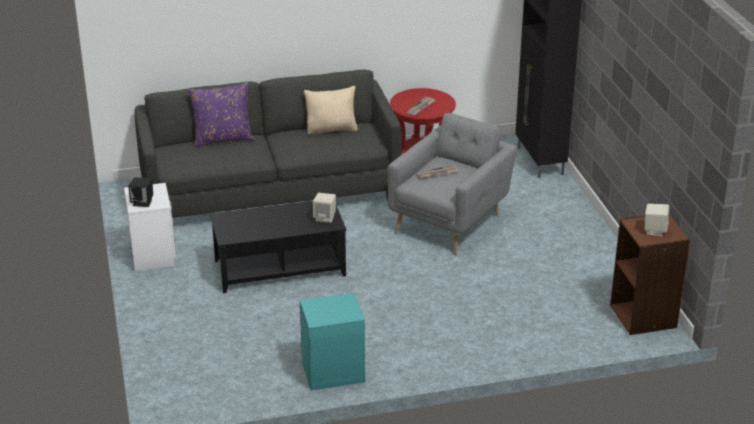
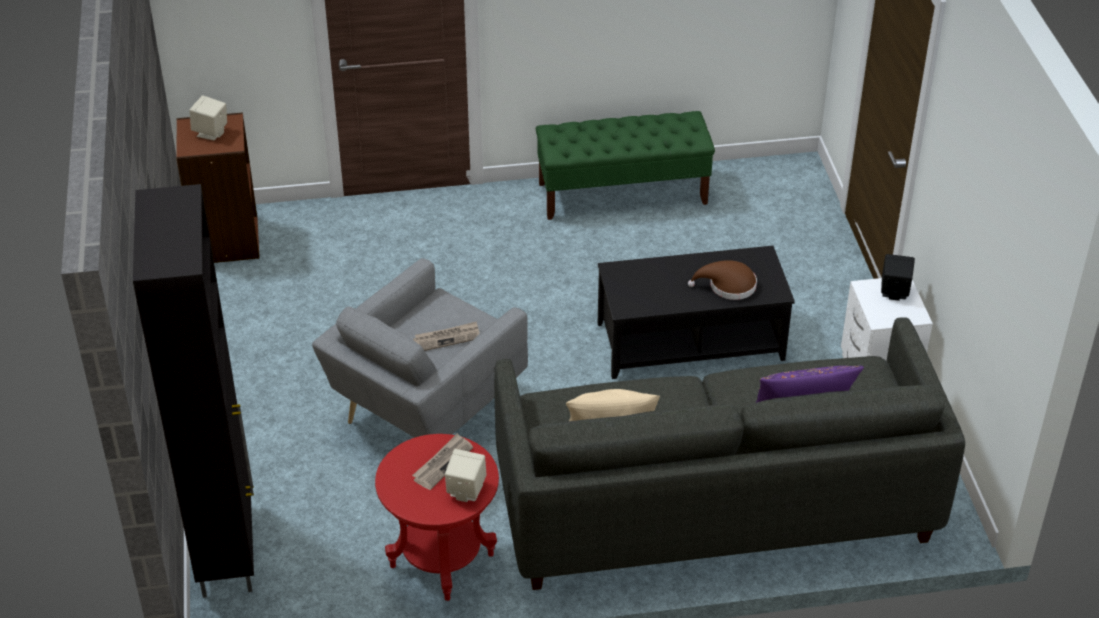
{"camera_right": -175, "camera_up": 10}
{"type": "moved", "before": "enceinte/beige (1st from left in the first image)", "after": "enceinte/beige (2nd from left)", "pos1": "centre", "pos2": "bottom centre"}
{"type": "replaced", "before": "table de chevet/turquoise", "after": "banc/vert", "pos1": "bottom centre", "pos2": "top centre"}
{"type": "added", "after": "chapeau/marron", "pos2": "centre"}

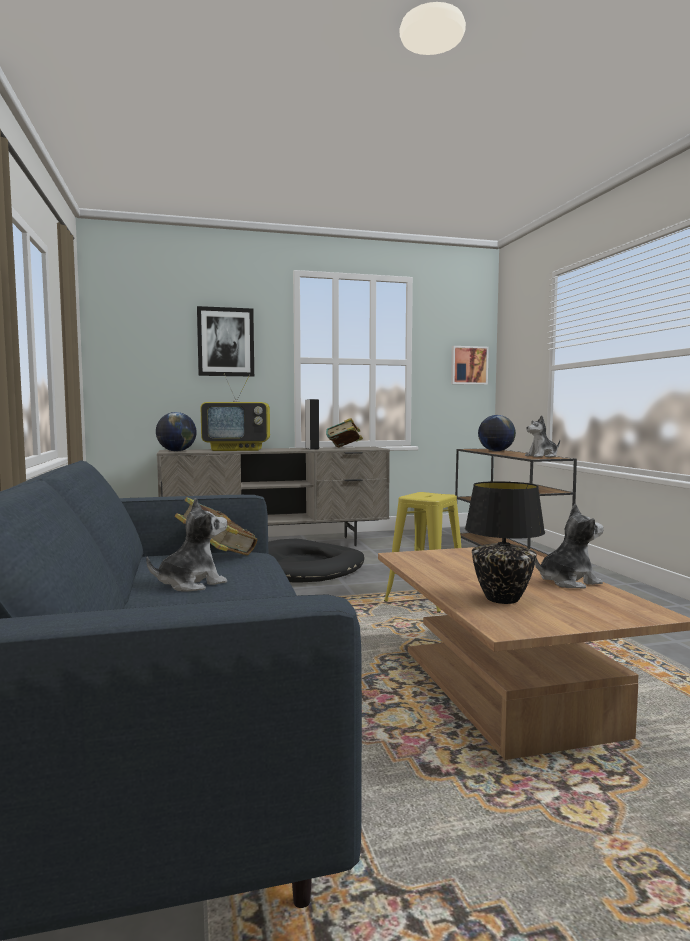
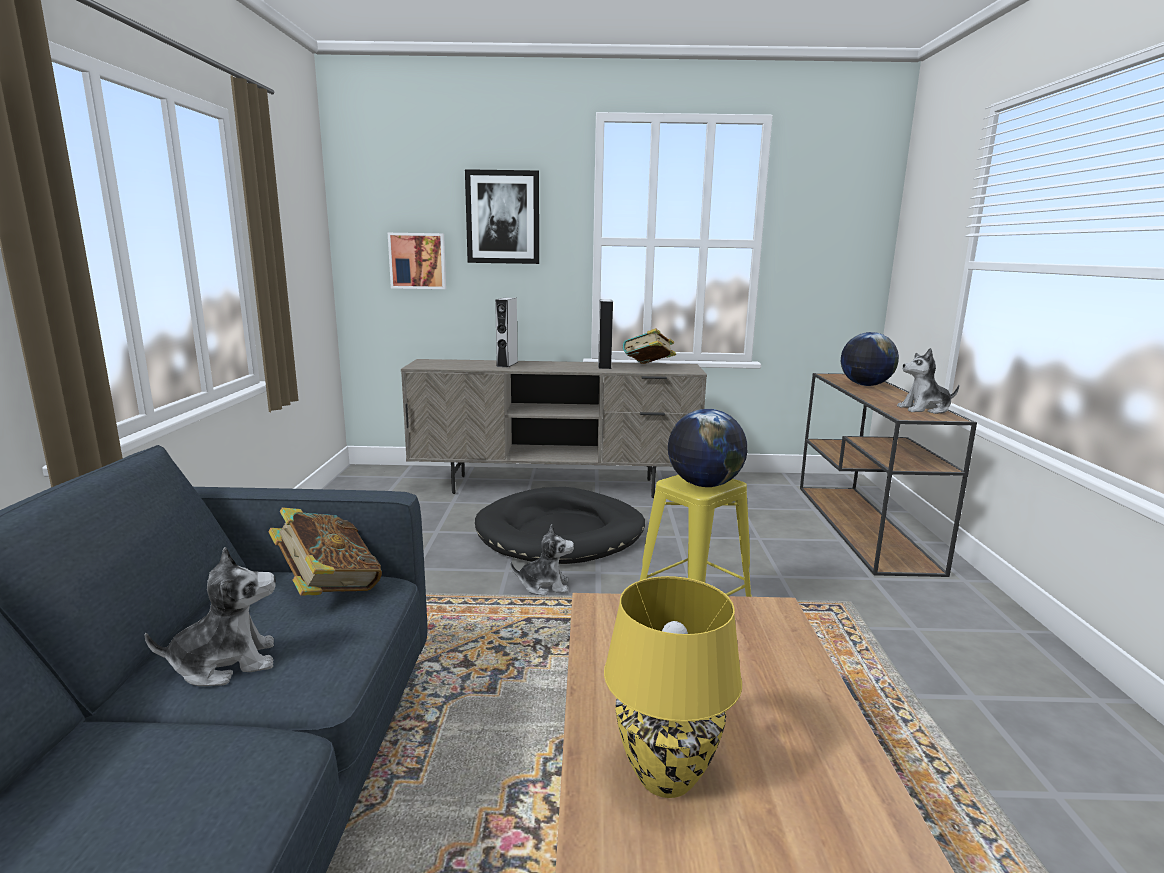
{"camera_right": 15, "camera_up": 10}
{"type": "moved", "before": "tableau (2nd from left in the first image)", "after": "tableau (1st from left)", "pos1": "middle right", "pos2": "top centre"}
{"type": "replaced", "before": "téléviseur", "after": "enceinte/gris (1st from left)", "pos1": "centre", "pos2": "centre"}
{"type": "moved", "before": "peluche (3rd from left in the first image)", "after": "peluche (2nd from left)", "pos1": "middle right", "pos2": "centre"}
{"type": "recoloured", "before": "lampe de table/noir", "after": "lampe de table/jaune", "pos1": "middle right", "pos2": "bottom centre"}
{"type": "moved", "before": "globe (1st from left)", "pos1": "middle left", "pos2": "centre"}

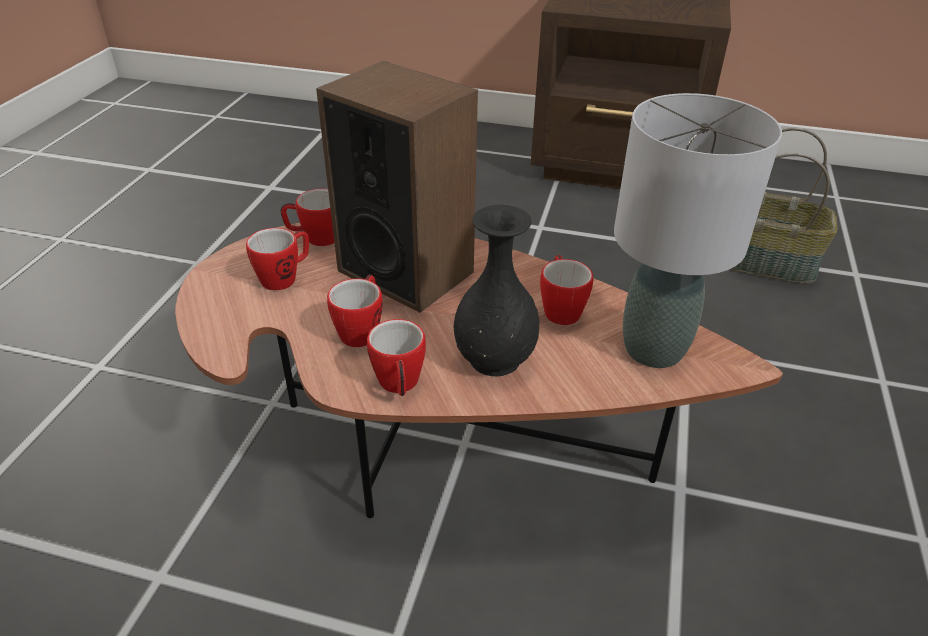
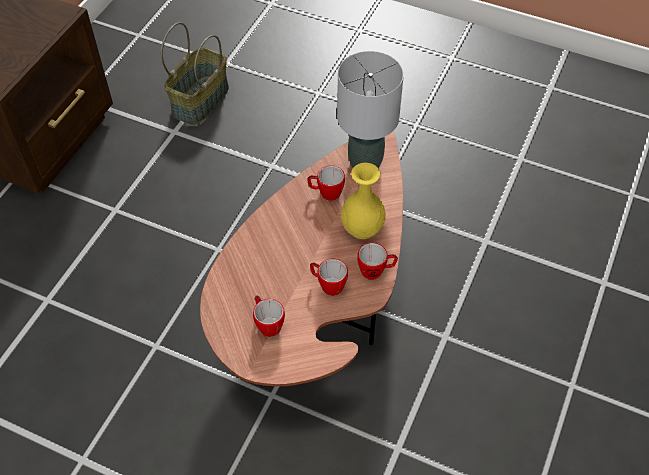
{"camera_right": -80, "camera_up": 15}
{"type": "recoloured", "before": "vase/noir", "after": "vase/jaune", "pos1": "centre", "pos2": "centre"}
{"type": "removed", "before": "mug (2nd from left)", "pos1": "middle left"}
{"type": "removed", "before": "enceinte", "pos1": "top centre"}

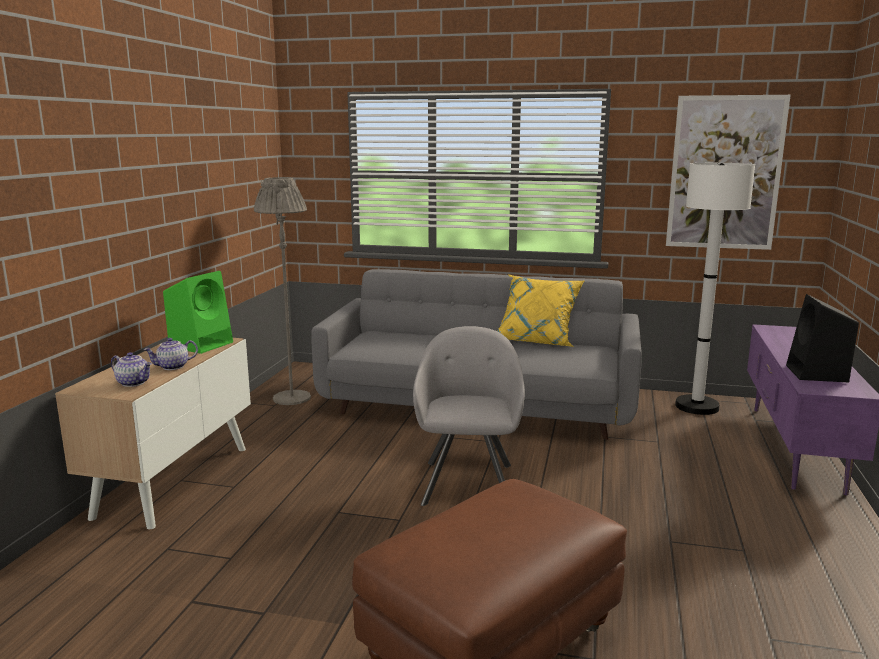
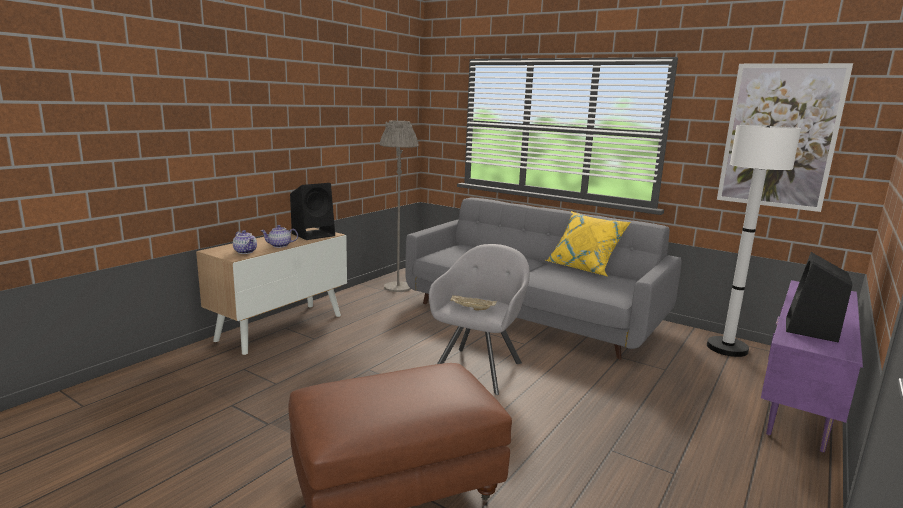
{"camera_right": 20, "camera_up": 0}
{"type": "recoloured", "before": "enceinte/vert", "after": "enceinte/noir (1st from left)", "pos1": "middle left", "pos2": "centre"}
{"type": "added", "after": "plateau/beige", "pos2": "centre"}

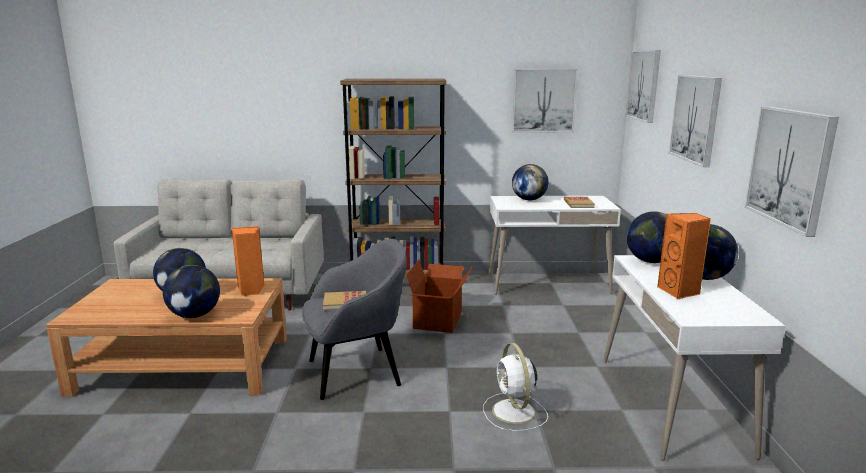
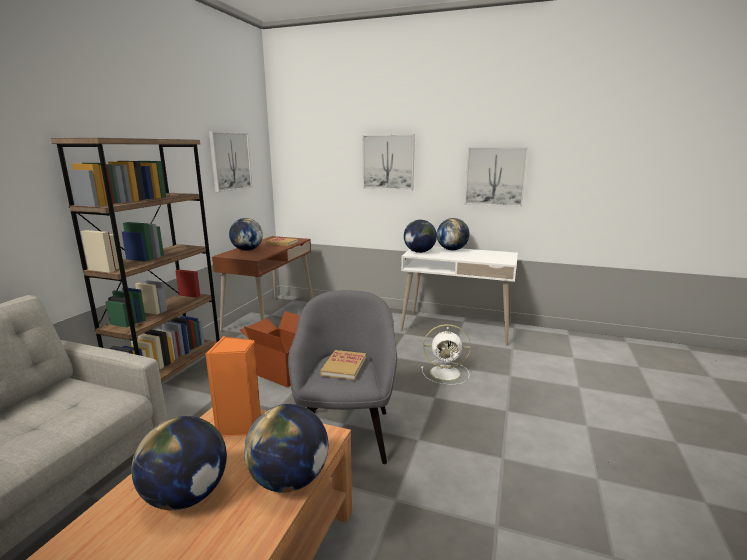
{"camera_right": -70, "camera_up": 0}
{"type": "recoloured", "before": "bureau/blanc (1st from left)", "after": "bureau/marron", "pos1": "centre", "pos2": "centre"}
{"type": "removed", "before": "tableau (2nd from left)", "pos1": "top right"}
{"type": "removed", "before": "enceinte/orange (2nd from left)", "pos1": "middle right"}

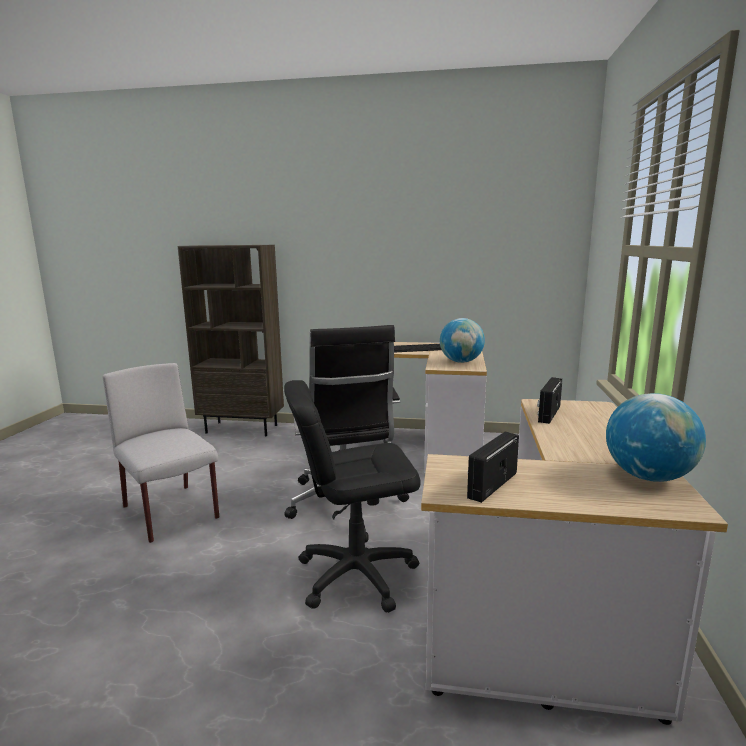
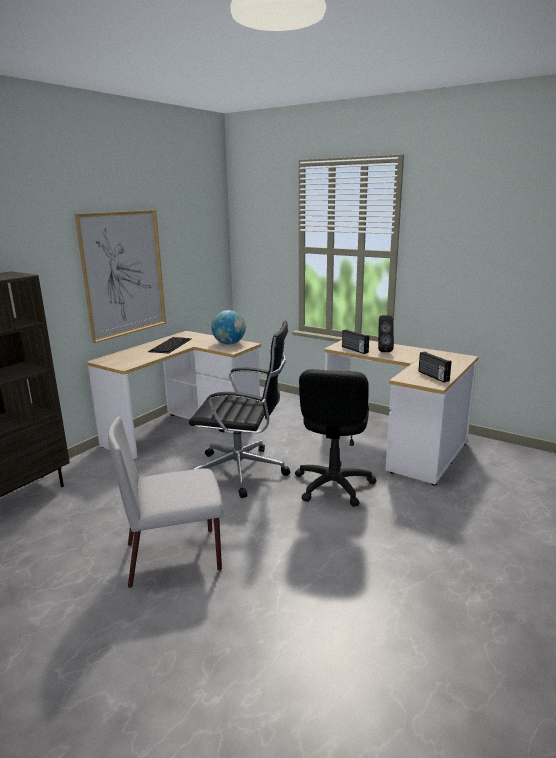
{"camera_right": -65, "camera_up": 5}
{"type": "added", "after": "tableau", "pos2": "middle left"}
{"type": "added", "after": "enceinte/noir", "pos2": "middle right"}
{"type": "removed", "before": "globe (2nd from left)", "pos1": "middle right"}

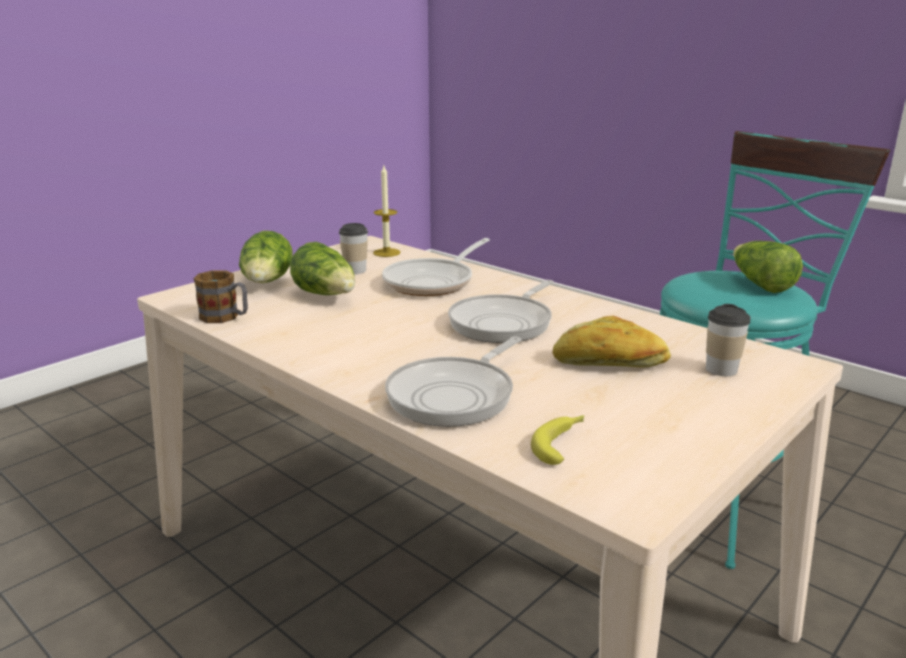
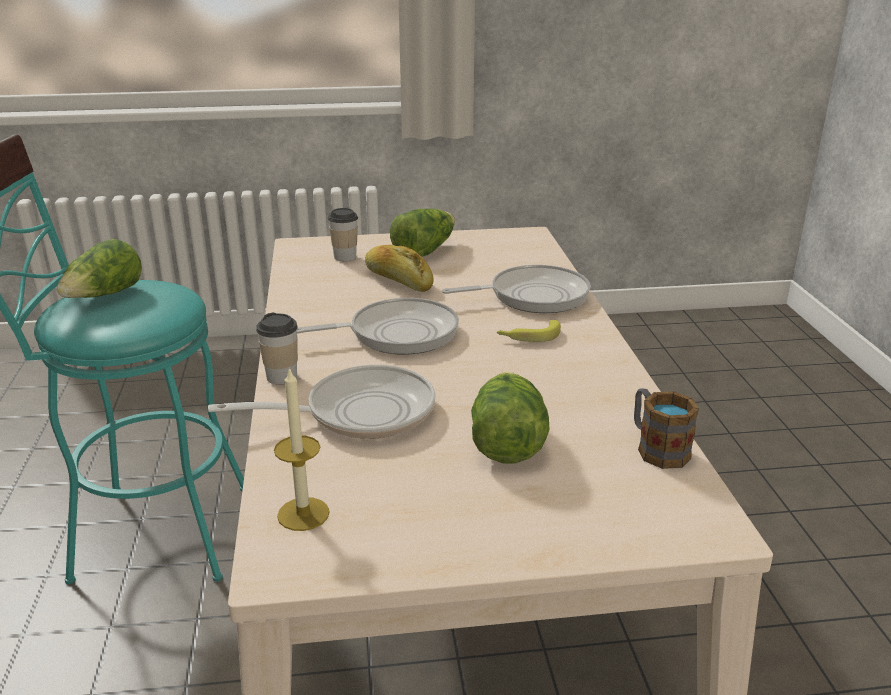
{"camera_right": -140, "camera_up": 5}
{"type": "moved", "before": "tasse (1st from left)", "pos1": "centre", "pos2": "middle left"}
{"type": "moved", "before": "laitue (1st from left in the first image)", "after": "laitue (2nd from left)", "pos1": "middle left", "pos2": "centre"}
{"type": "moved", "before": "banane", "pos1": "bottom centre", "pos2": "centre"}

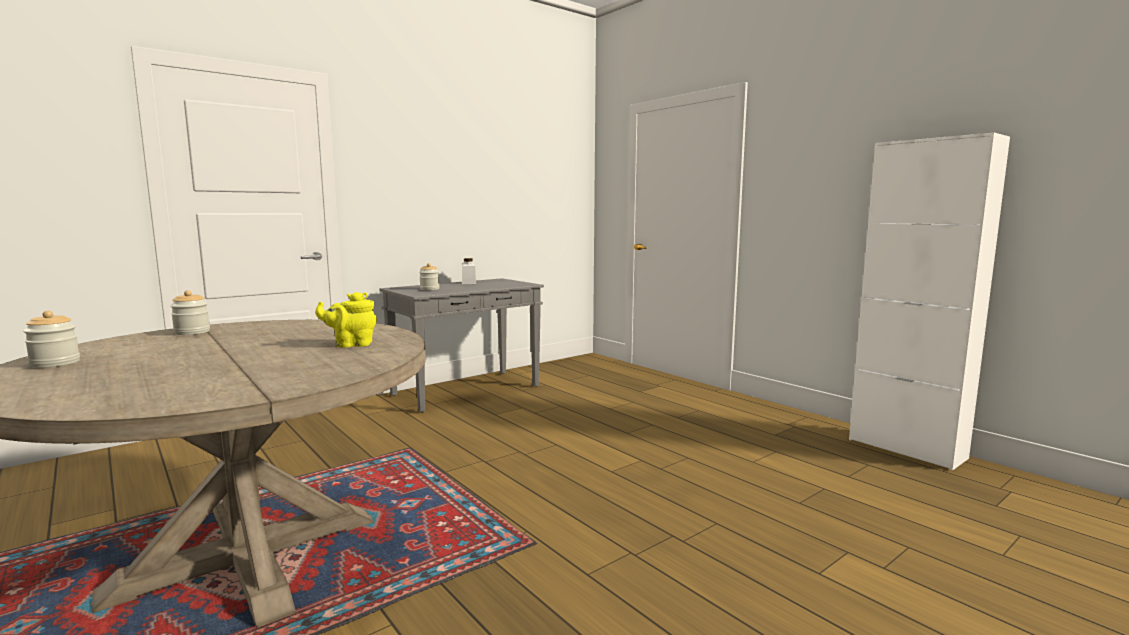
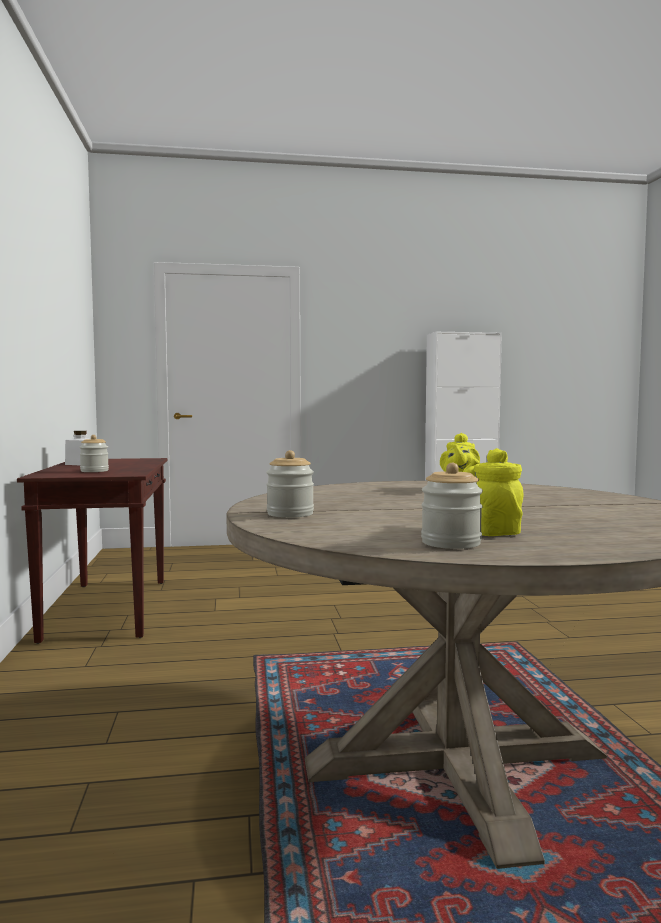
{"camera_right": -60, "camera_up": -5}
{"type": "recoloured", "before": "table console/gris", "after": "table console/marron", "pos1": "centre", "pos2": "middle left"}
{"type": "added", "after": "théière/jaune (2nd from left)", "pos2": "middle right"}

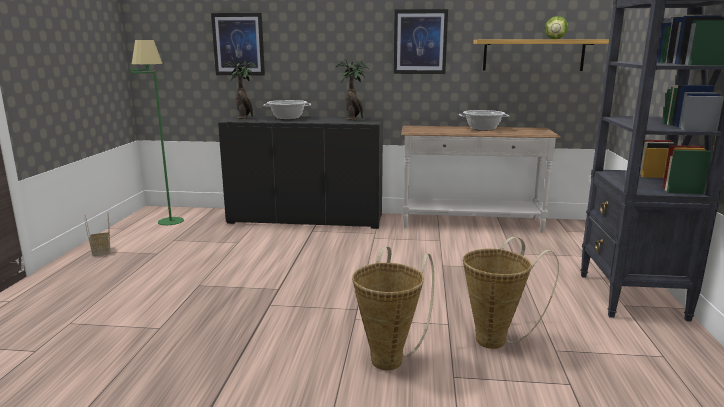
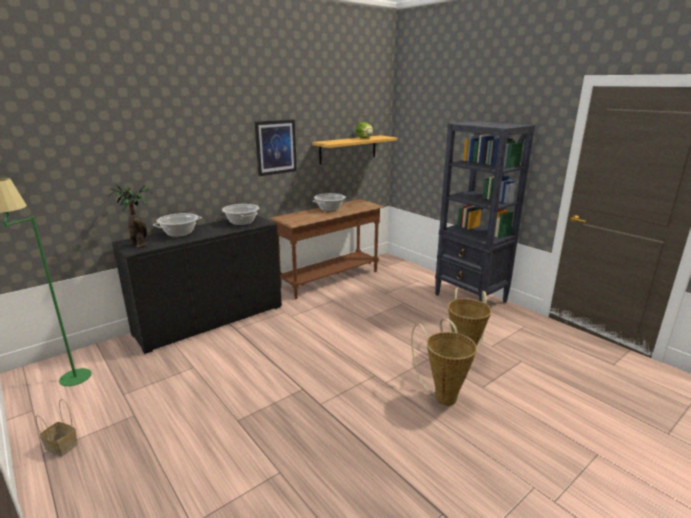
{"camera_right": -45, "camera_up": 5}
{"type": "replaced", "before": "plante en pot (2nd from left)", "after": "marmite (2nd from left)", "pos1": "top centre", "pos2": "centre"}
{"type": "recoloured", "before": "table console/blanc", "after": "table console/marron", "pos1": "centre", "pos2": "centre"}
{"type": "removed", "before": "tableau (1st from left)", "pos1": "top left"}

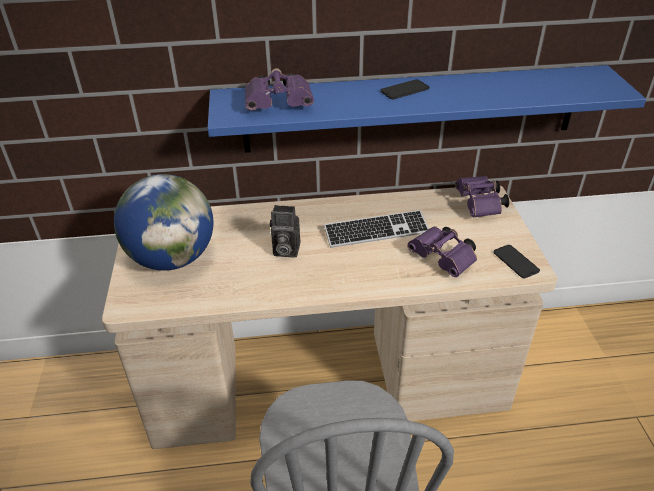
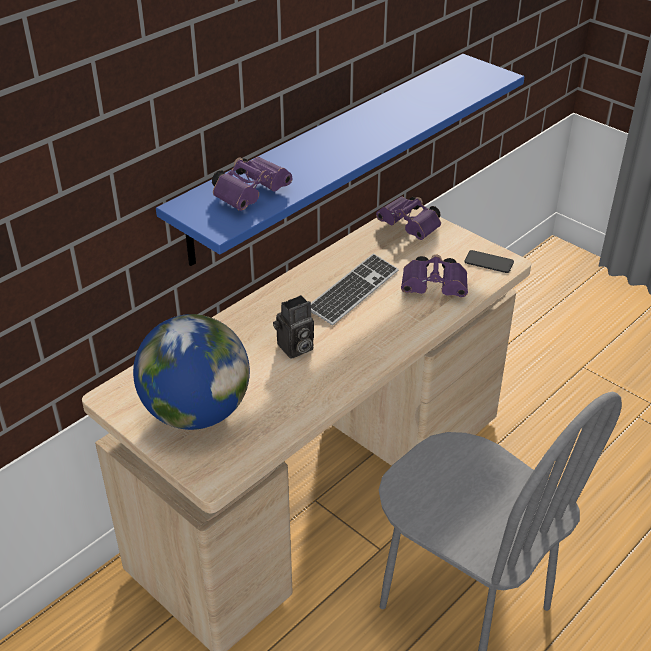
{"camera_right": -40, "camera_up": 0}
{"type": "removed", "before": "téléphone (1st from left)", "pos1": "top centre"}

